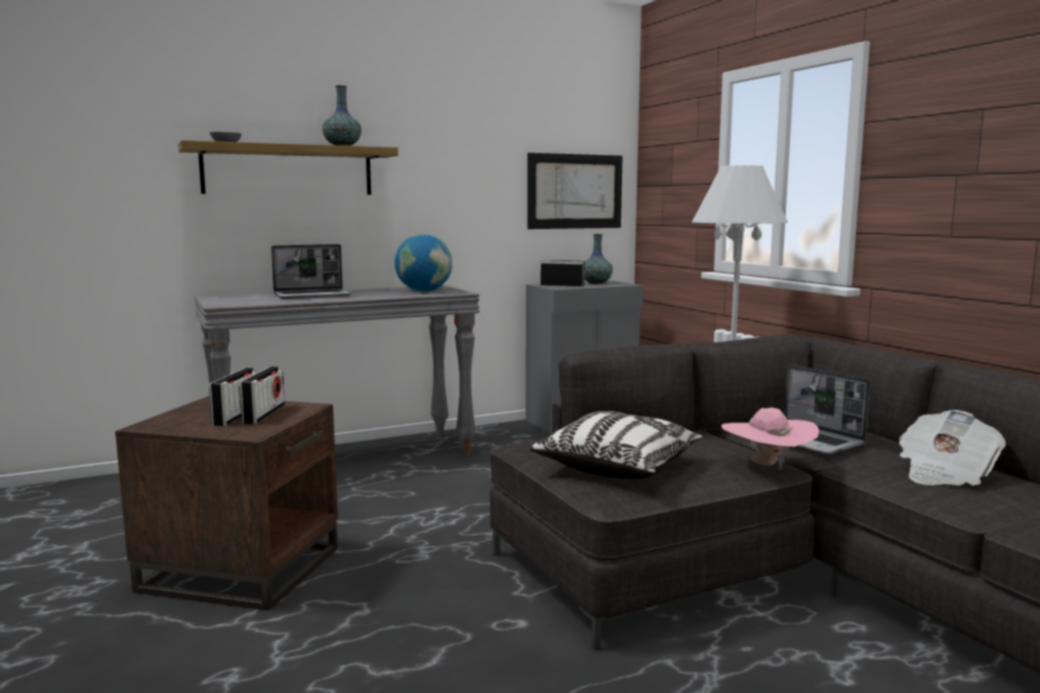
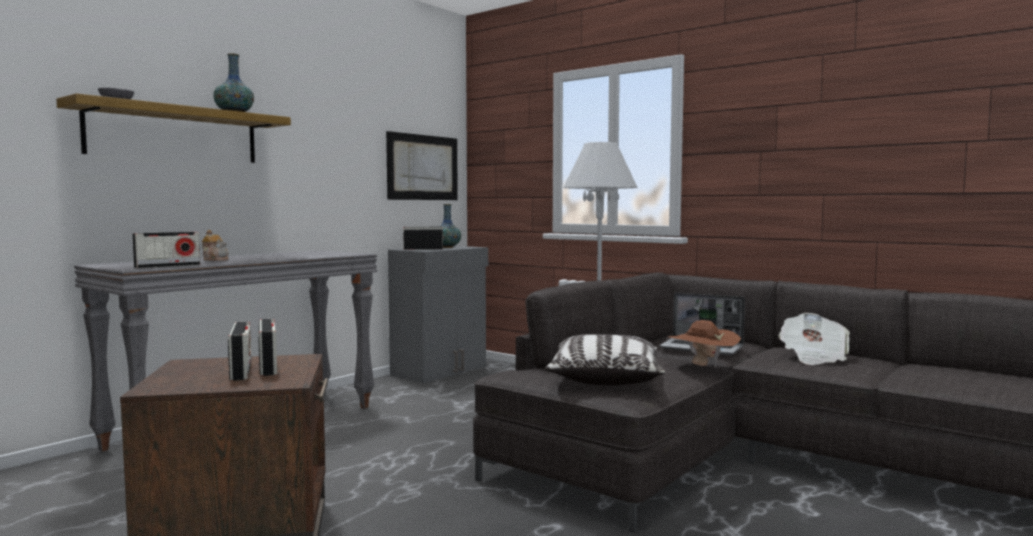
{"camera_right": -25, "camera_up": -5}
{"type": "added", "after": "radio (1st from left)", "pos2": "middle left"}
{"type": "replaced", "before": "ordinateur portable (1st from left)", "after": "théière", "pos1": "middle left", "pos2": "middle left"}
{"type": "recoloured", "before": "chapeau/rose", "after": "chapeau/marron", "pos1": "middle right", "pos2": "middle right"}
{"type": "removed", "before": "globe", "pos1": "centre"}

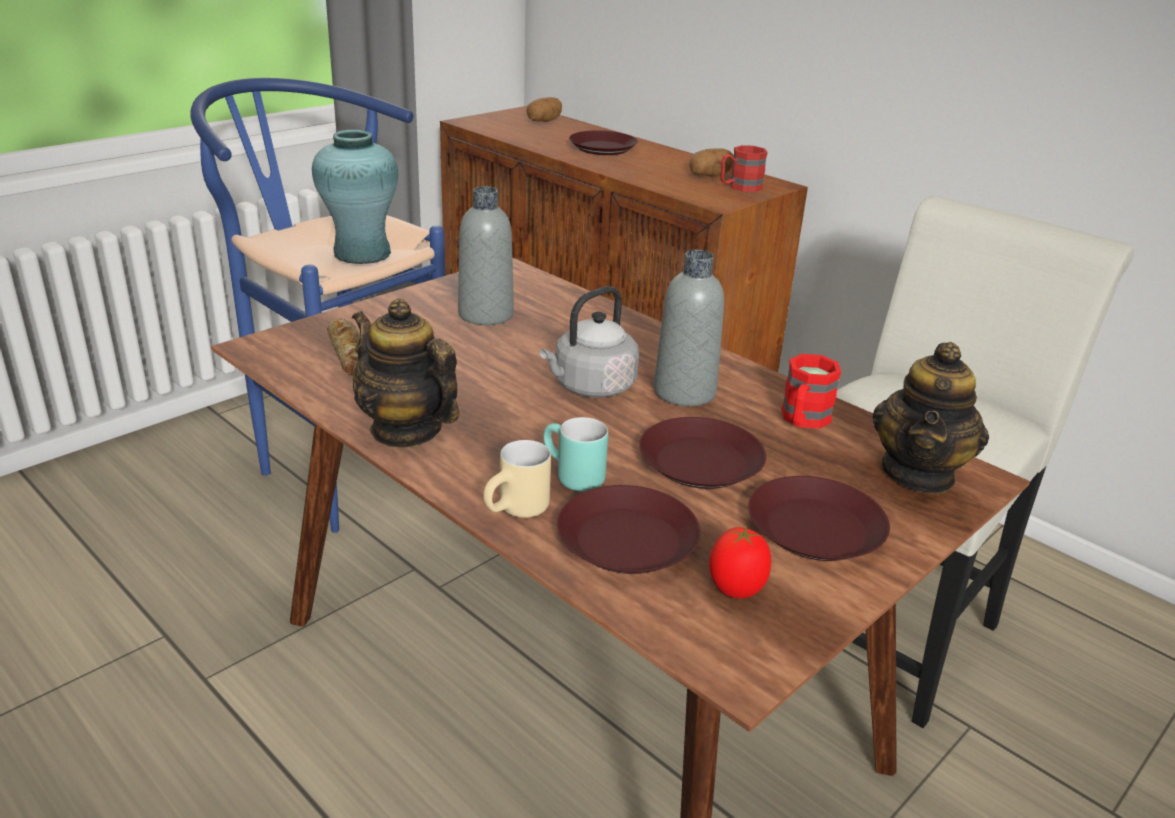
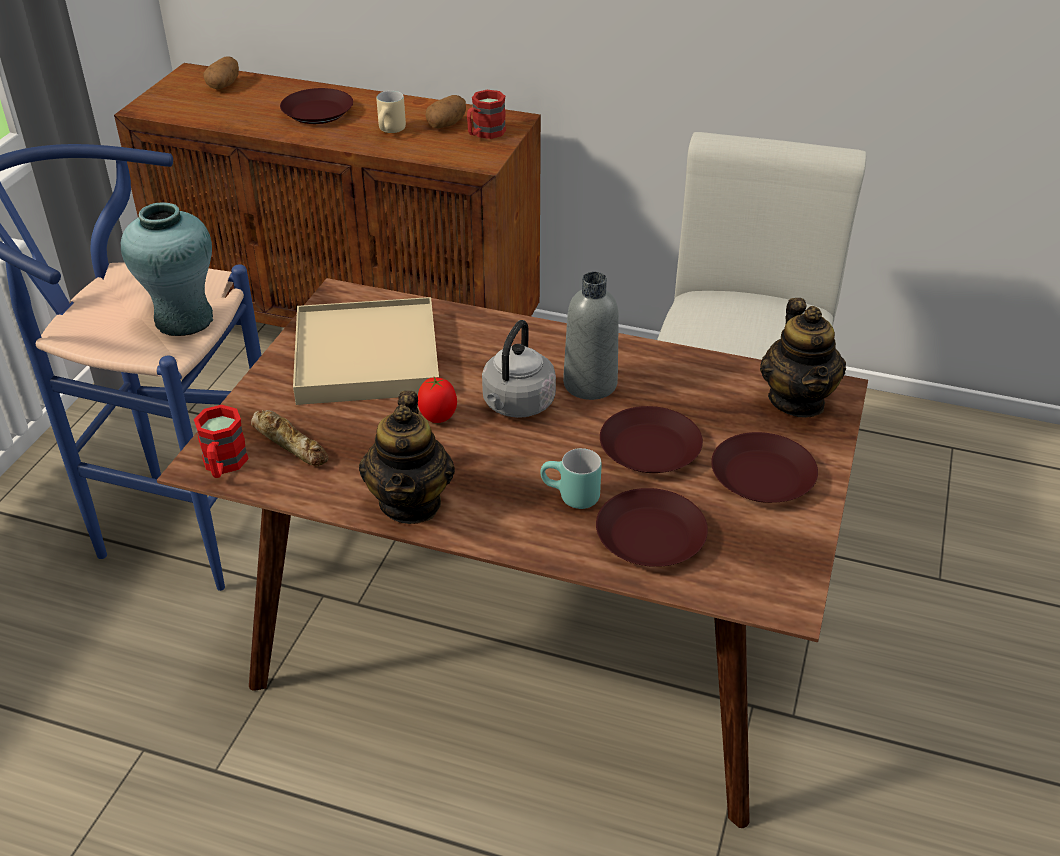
{"camera_right": -25, "camera_up": 10}
{"type": "moved", "before": "mug/rouge (2nd from left in the first image)", "after": "mug/rouge (1st from left)", "pos1": "middle right", "pos2": "middle left"}
{"type": "replaced", "before": "bouteille/gris (1st from left)", "after": "plateau/beige", "pos1": "top centre", "pos2": "centre"}
{"type": "turned", "before": "théière (1st from left)", "pos1": "centre", "pos2": "centre", "turn": -105}
{"type": "moved", "before": "mug/beige", "pos1": "centre", "pos2": "top centre"}
{"type": "moved", "before": "tomate", "pos1": "bottom centre", "pos2": "centre"}

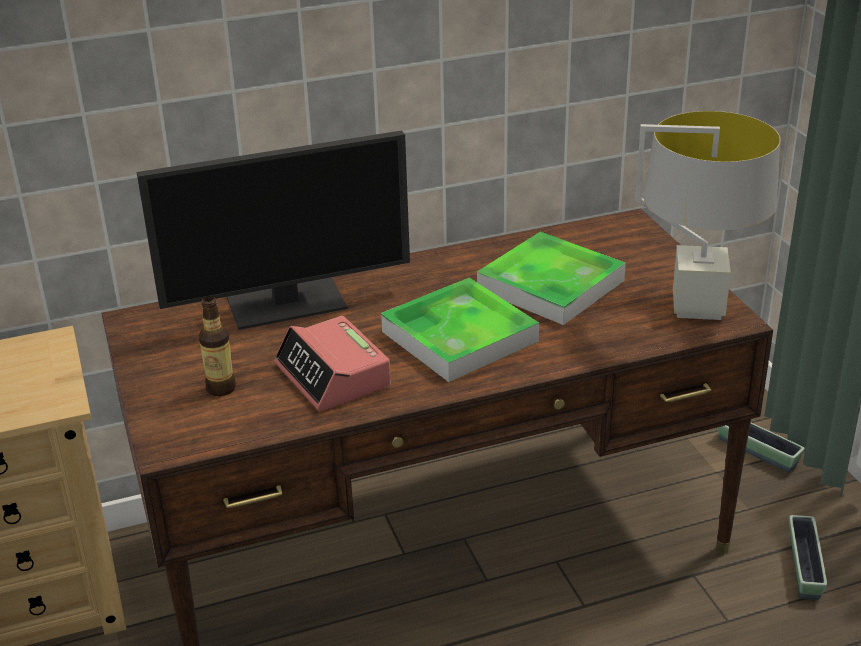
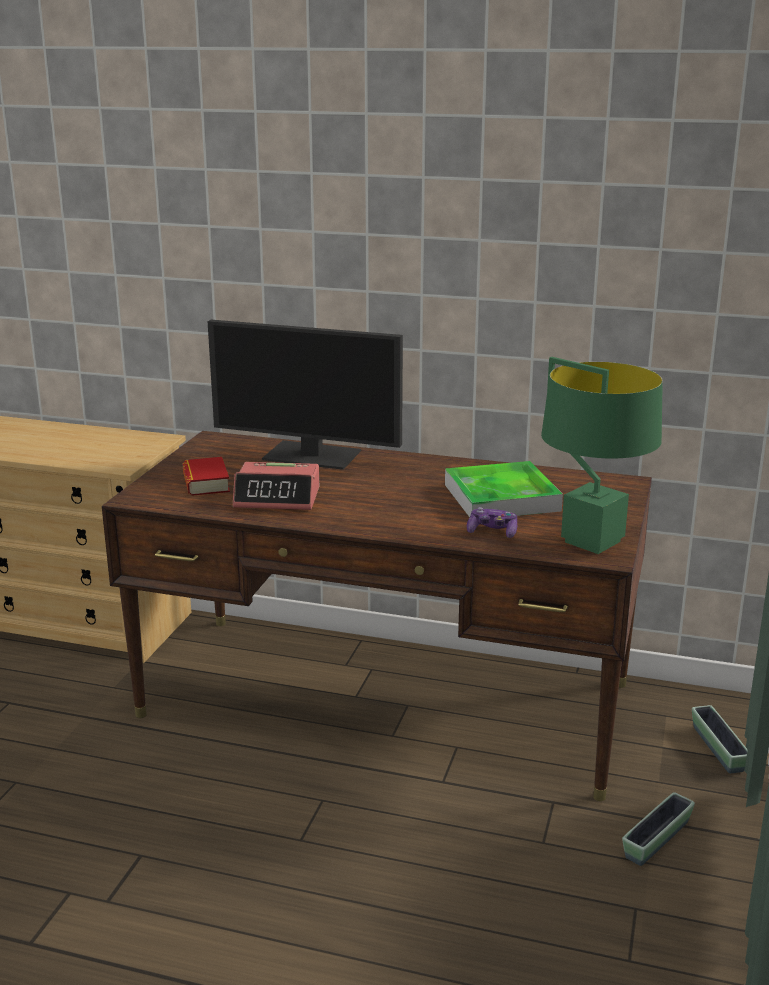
{"camera_right": 35, "camera_up": -10}
{"type": "replaced", "before": "bouteille", "after": "livre", "pos1": "middle left", "pos2": "middle left"}
{"type": "turned", "before": "réveil", "pos1": "centre", "pos2": "centre", "turn": -90}
{"type": "added", "after": "manette", "pos2": "centre"}
{"type": "recoloured", "before": "lampe de table/gris", "after": "lampe de table/vert", "pos1": "top right", "pos2": "middle right"}
{"type": "removed", "before": "plateau (1st from left)", "pos1": "centre"}

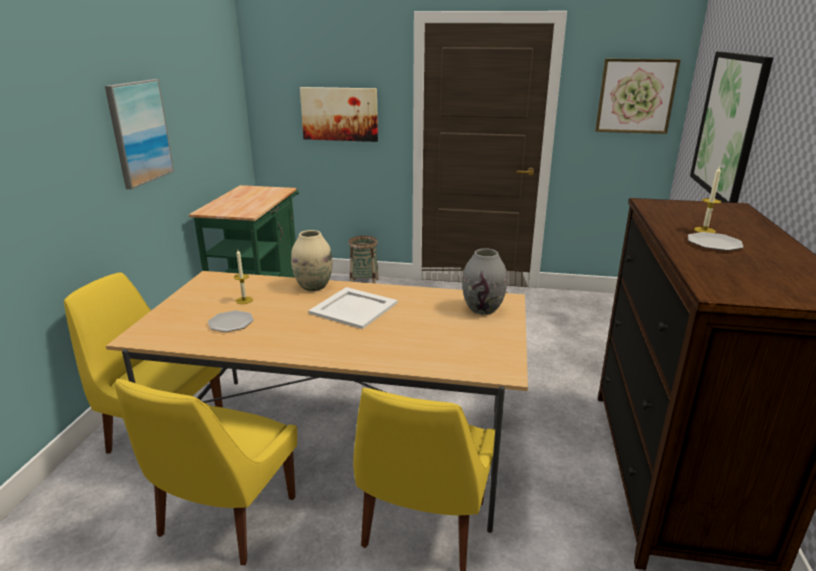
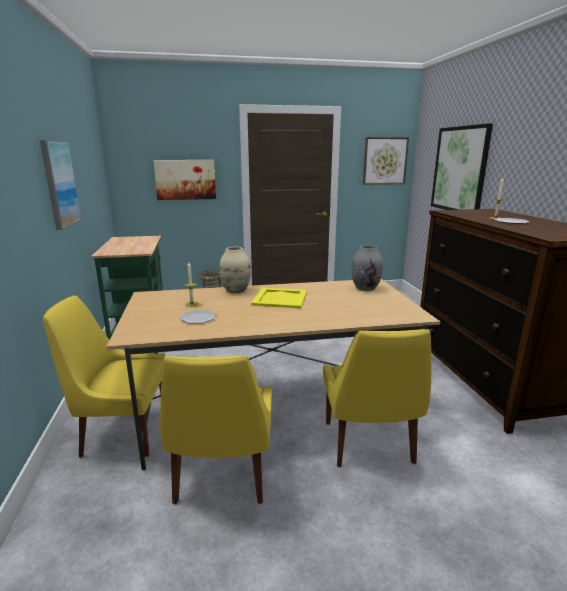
{"camera_right": -20, "camera_up": -5}
{"type": "recoloured", "before": "plateau/blanc", "after": "plateau/jaune", "pos1": "centre", "pos2": "centre"}

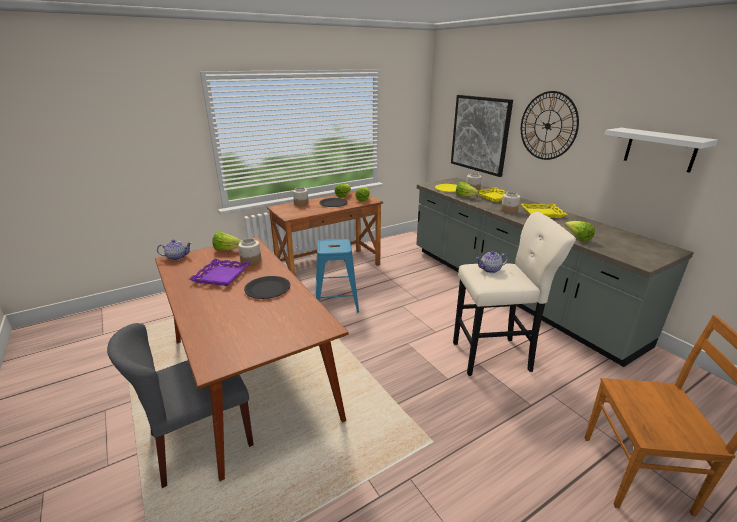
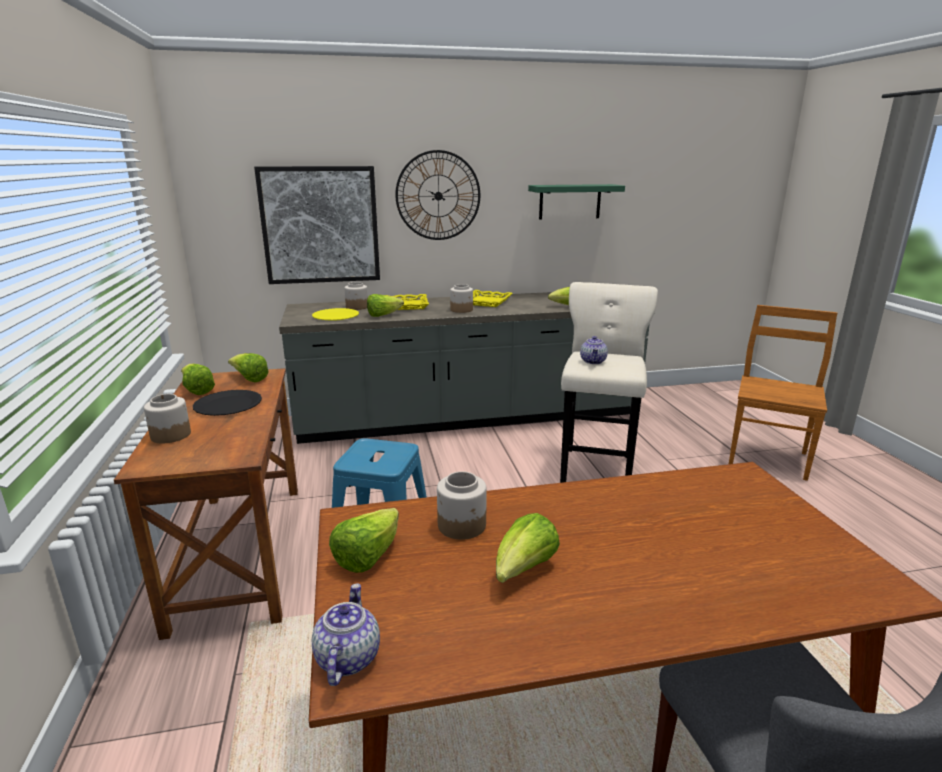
{"camera_right": -70, "camera_up": -5}
{"type": "replaced", "before": "plateau/violet", "after": "laitue (5th from left)", "pos1": "middle left", "pos2": "bottom centre"}
{"type": "recoloured", "before": "étagère/blanc", "after": "étagère/vert", "pos1": "top right", "pos2": "top centre"}
{"type": "removed", "before": "assiette/noir (1st from left)", "pos1": "centre"}

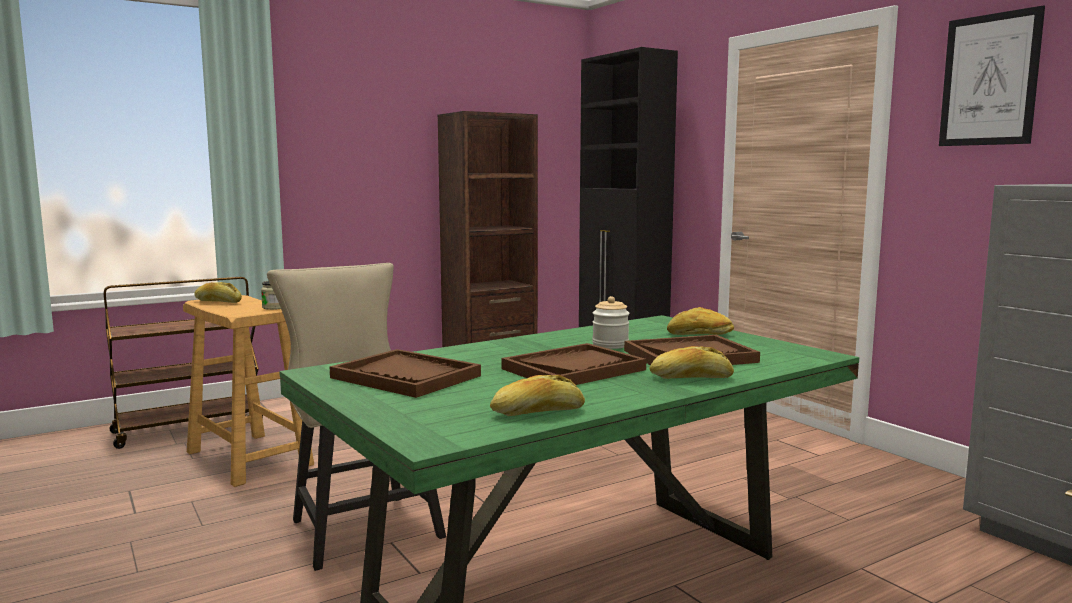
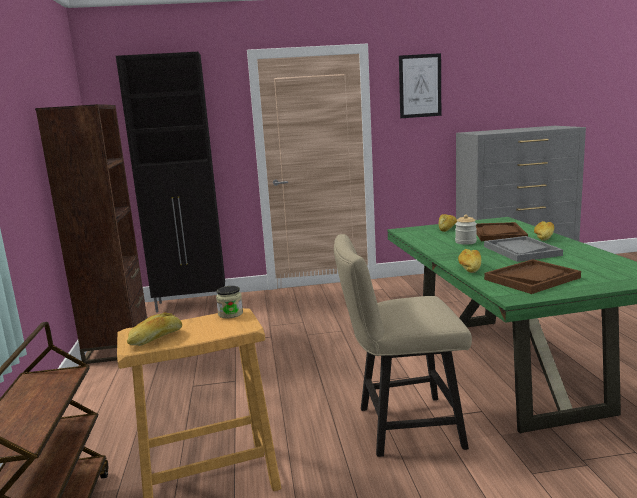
{"camera_right": -65, "camera_up": 5}
{"type": "moved", "before": "pain (2nd from left in the first image)", "after": "pain (3rd from left)", "pos1": "centre", "pos2": "middle right"}
{"type": "recoloured", "before": "plateau/marron (2nd from left)", "after": "plateau/gris", "pos1": "centre", "pos2": "middle right"}

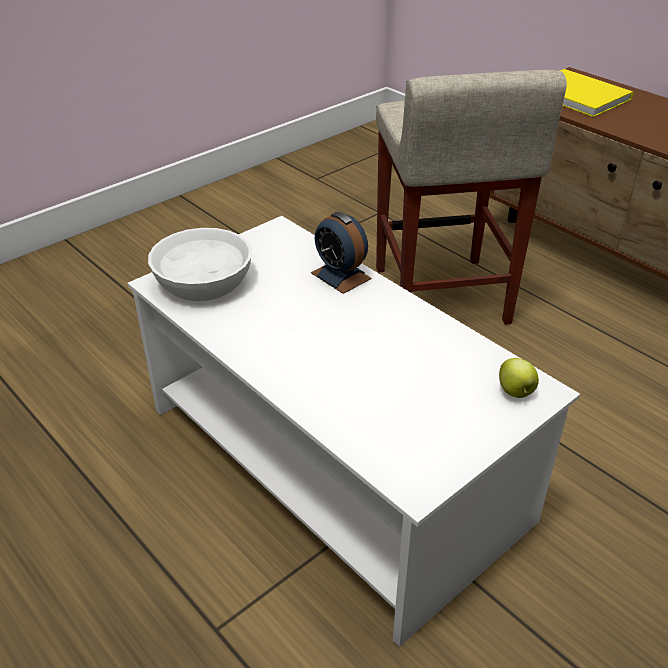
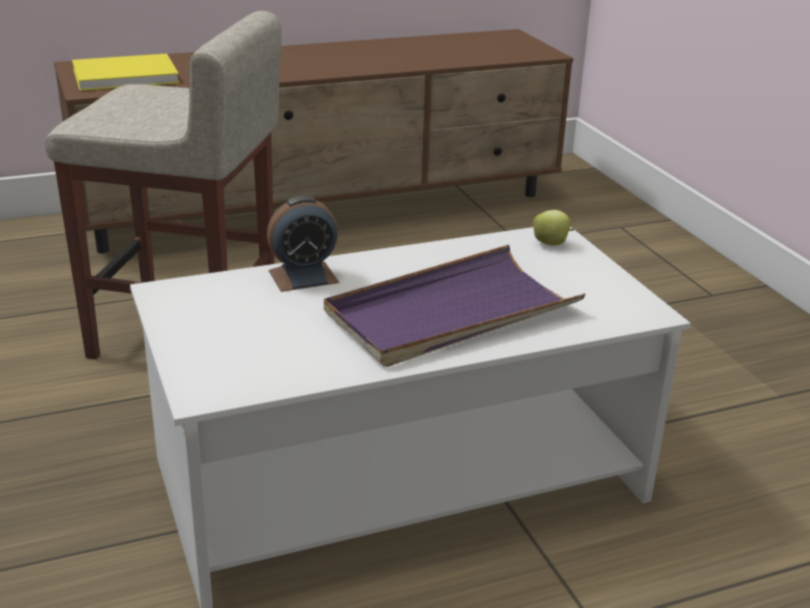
{"camera_right": -70, "camera_up": -10}
{"type": "added", "after": "plateau/violet", "pos2": "centre"}
{"type": "removed", "before": "bol/blanc", "pos1": "middle left"}

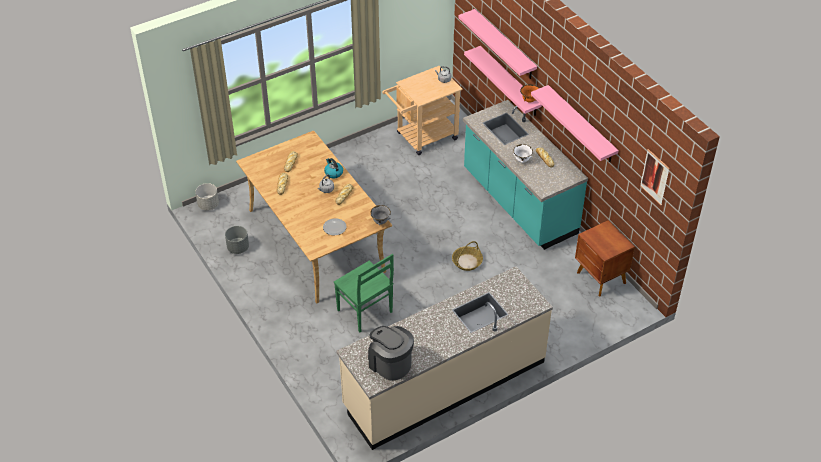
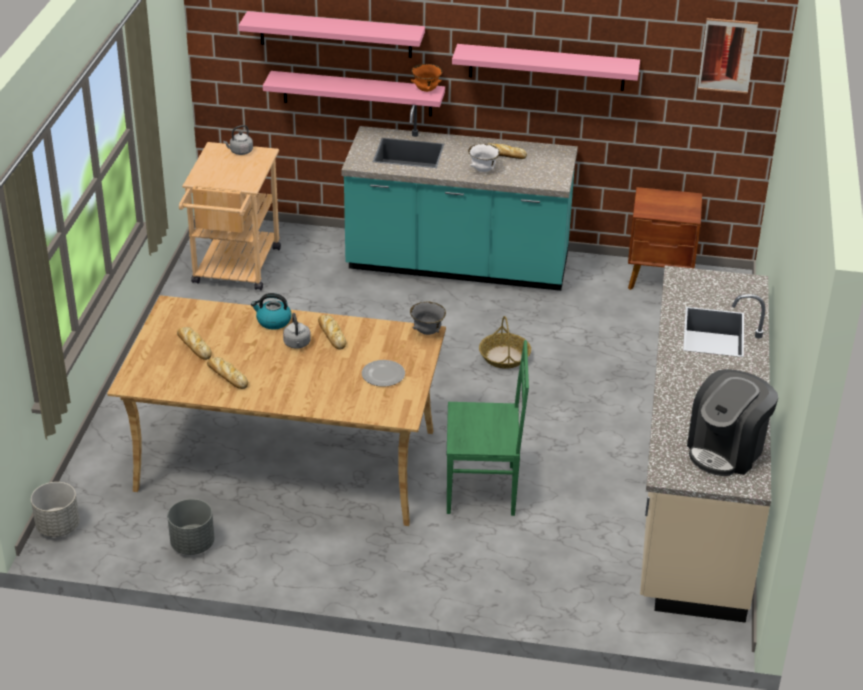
{"camera_right": -50, "camera_up": -10}
{"type": "turned", "before": "machine à café", "pos1": "bottom centre", "pos2": "middle right", "turn": -45}

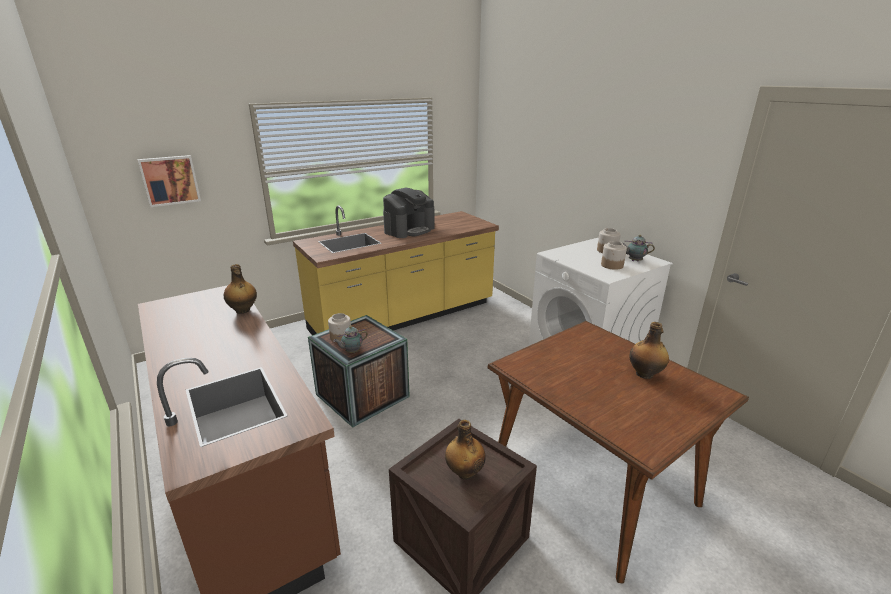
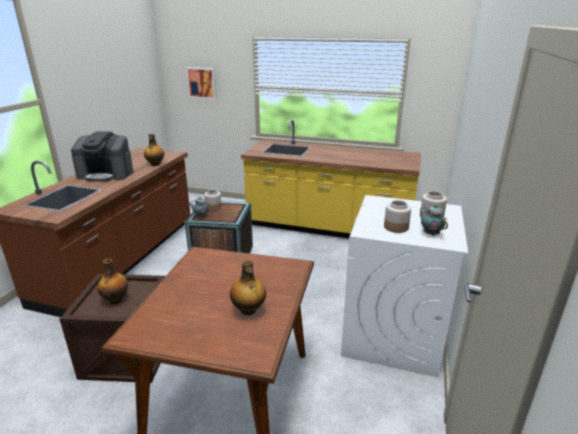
{"camera_right": 50, "camera_up": 0}
{"type": "moved", "before": "machine à café", "pos1": "centre", "pos2": "middle left"}

